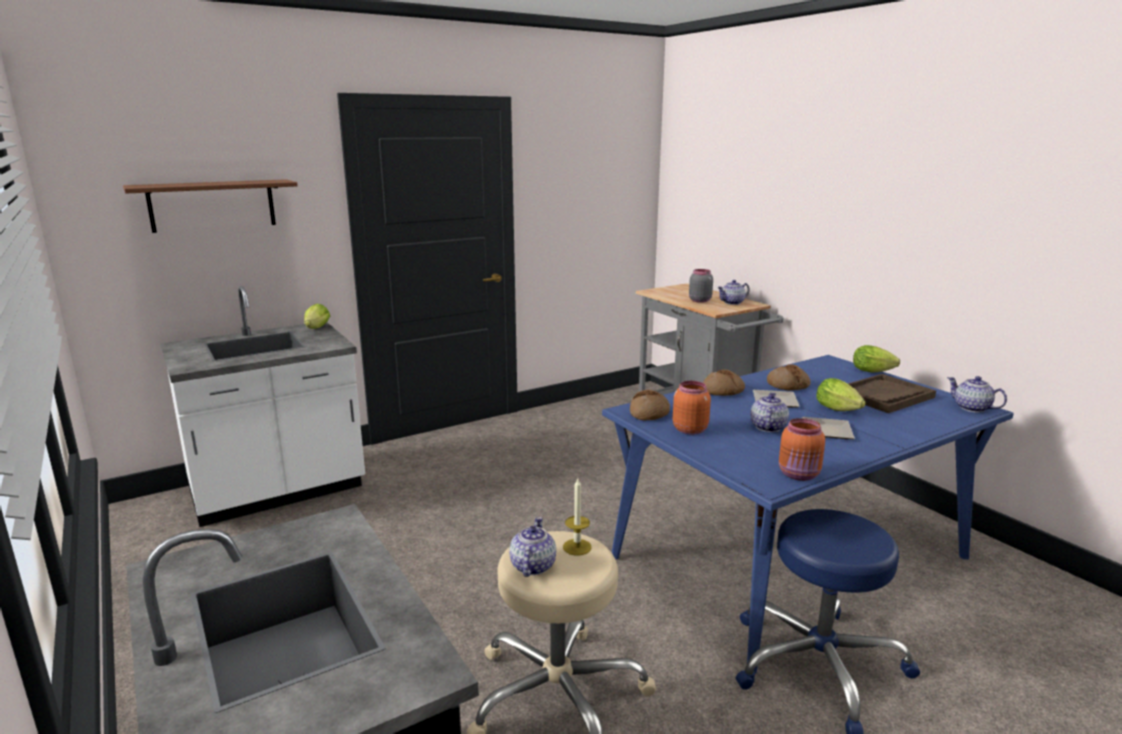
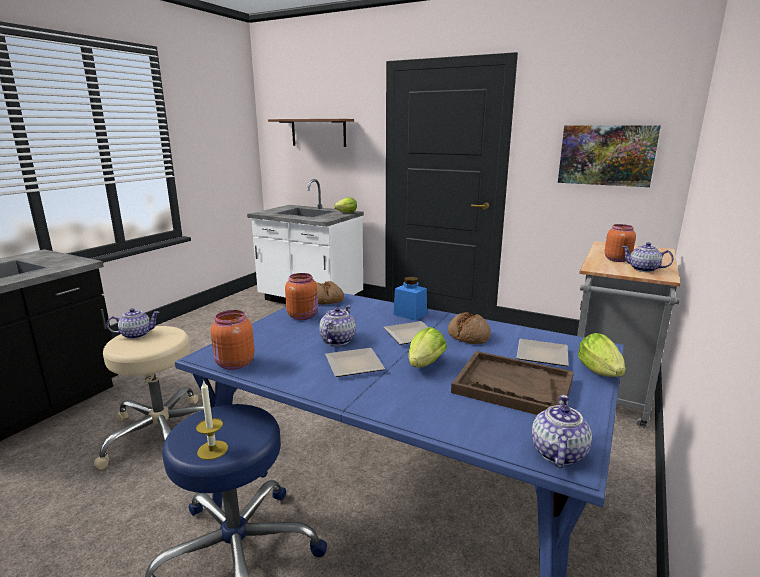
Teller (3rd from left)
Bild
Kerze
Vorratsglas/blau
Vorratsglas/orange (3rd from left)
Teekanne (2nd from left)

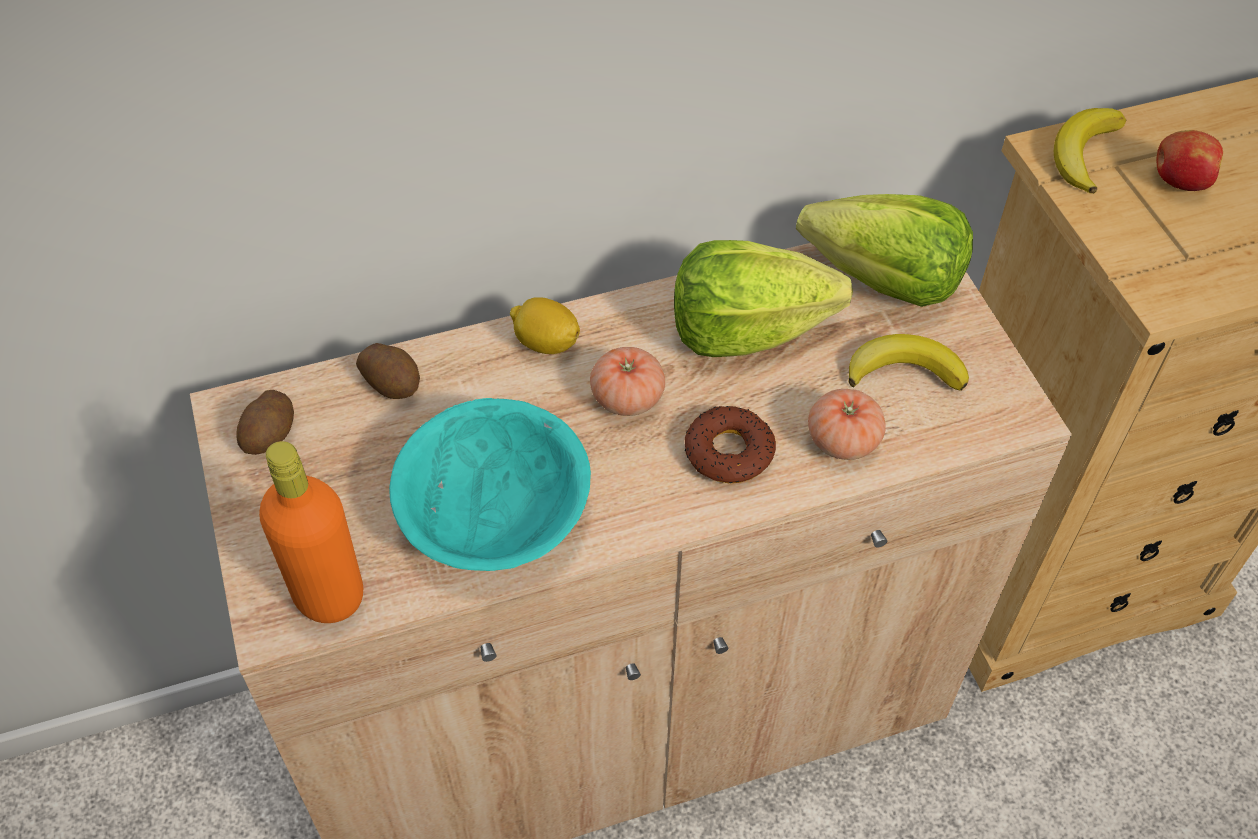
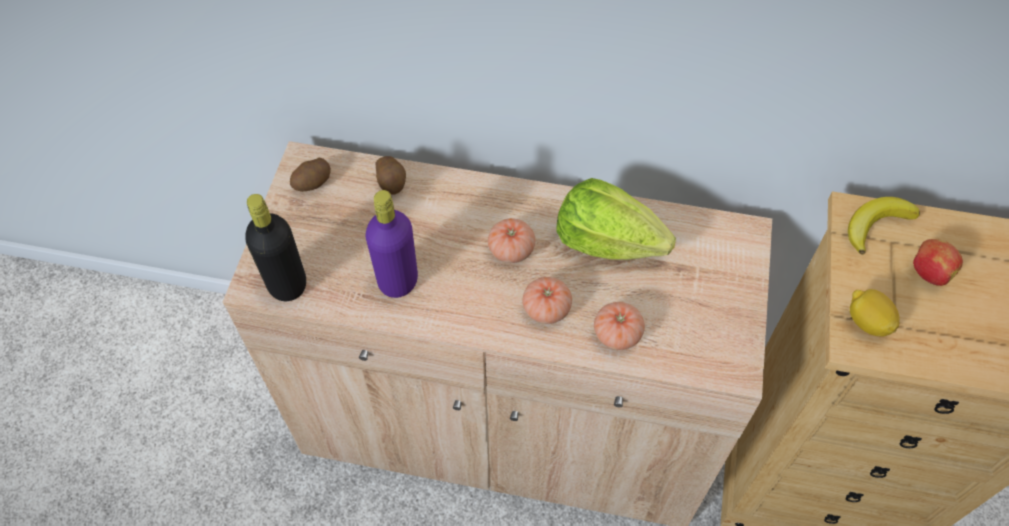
Salatkopf (2nd from left in the first image)
Banane (1st from left in the first image)
Zitrone
Flasche/lila
Tomate (2nd from left)
Flasche/schwarz

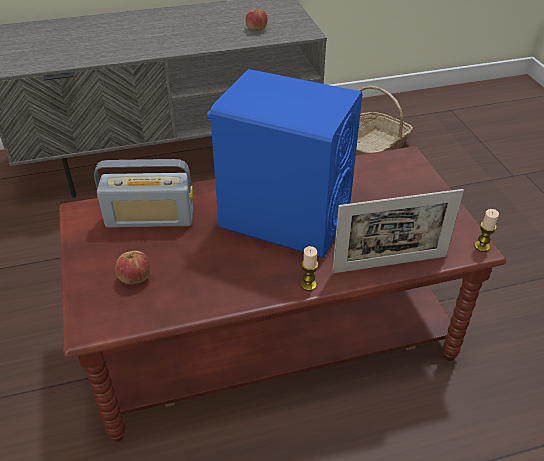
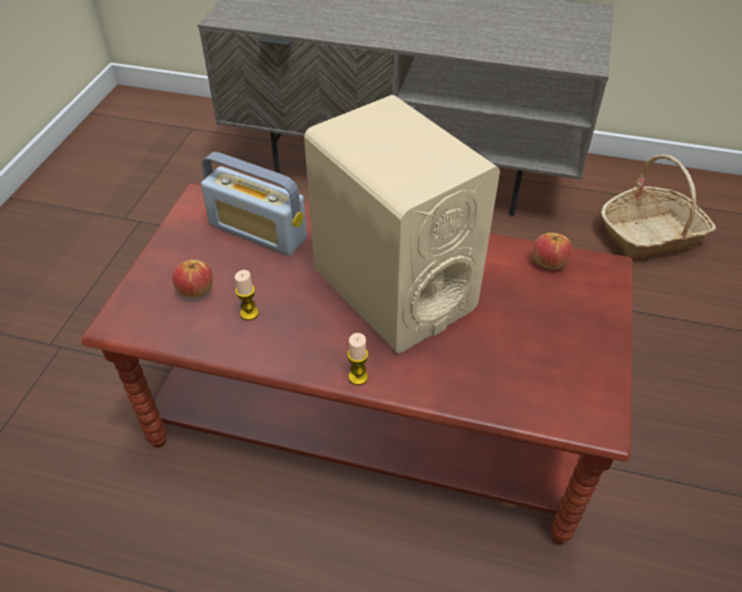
Bilderrahmen
Apfel (2nd from left)
Kerze (1st from left)
Lautsprecher/beige

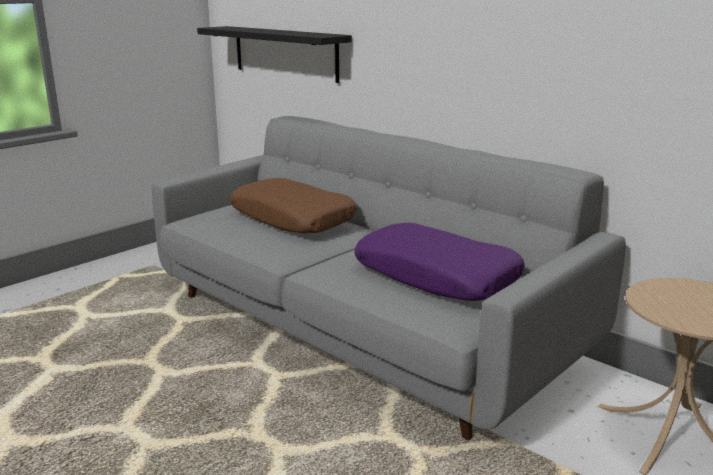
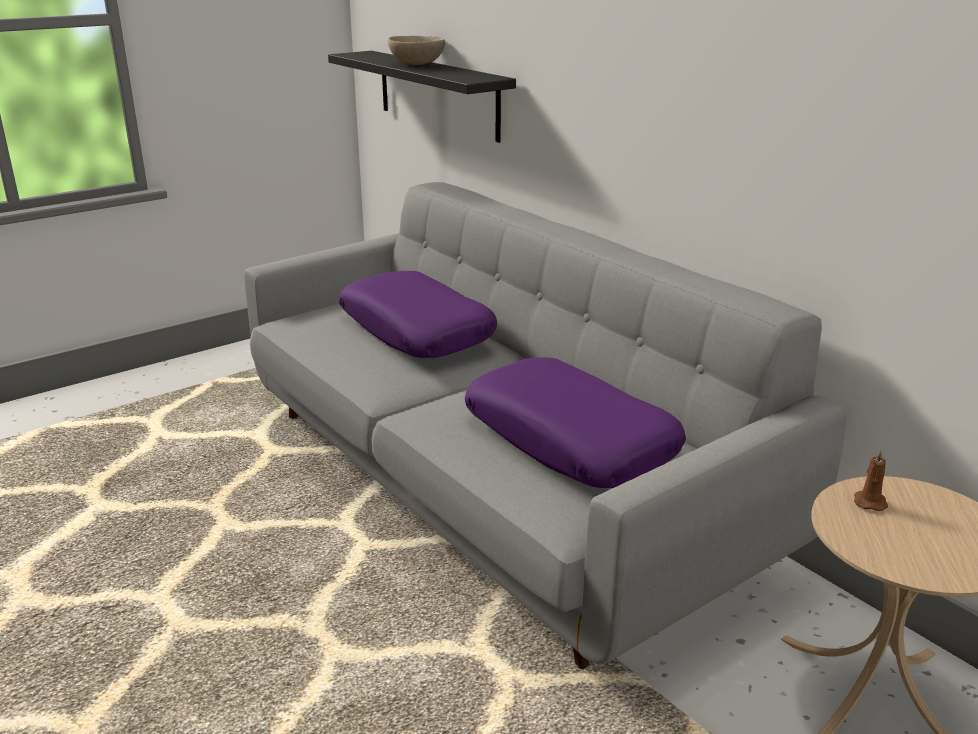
Schüssel/beige
Kerze/braun
Kissen/lila (1st from left)

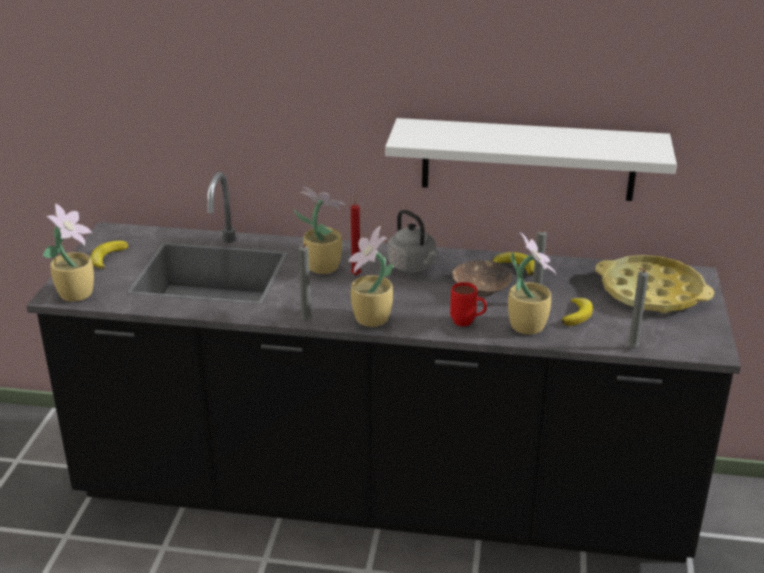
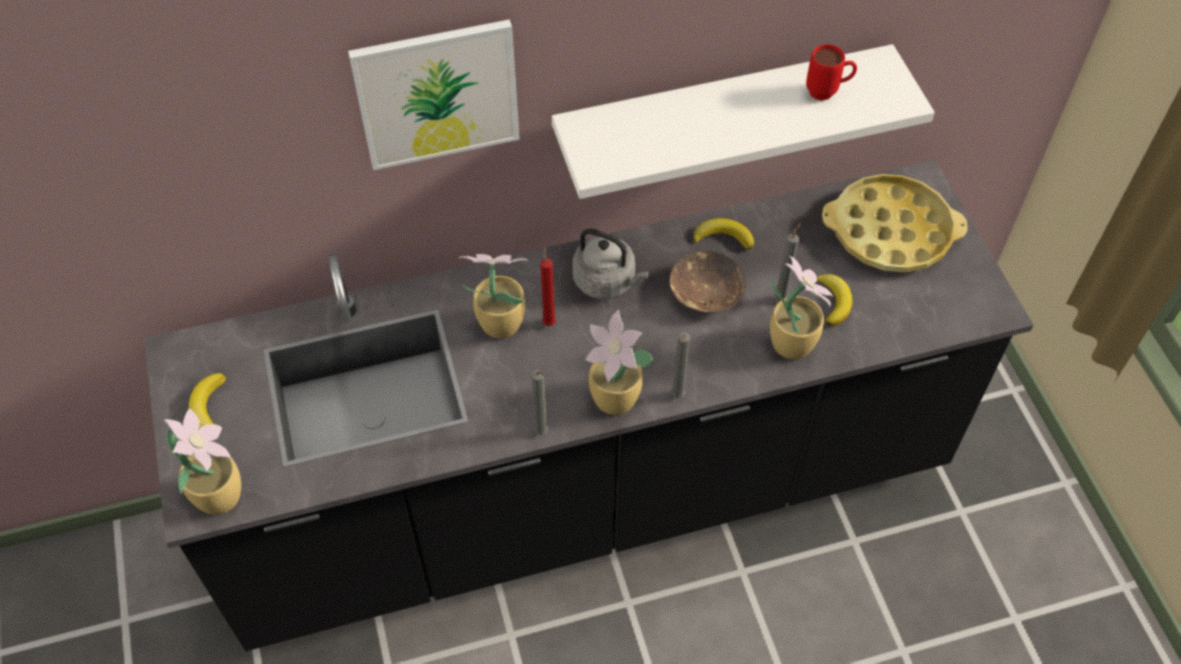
Bild
Henkelbecher/rot
Kerze/grau (2nd from left)

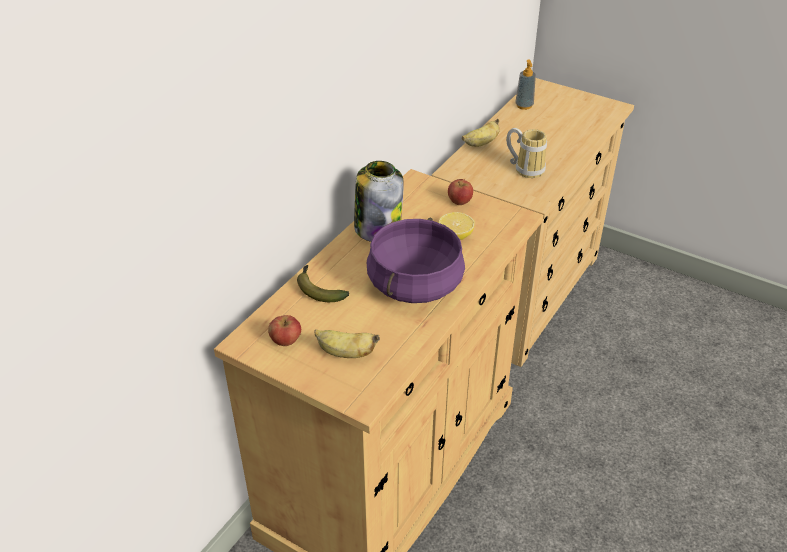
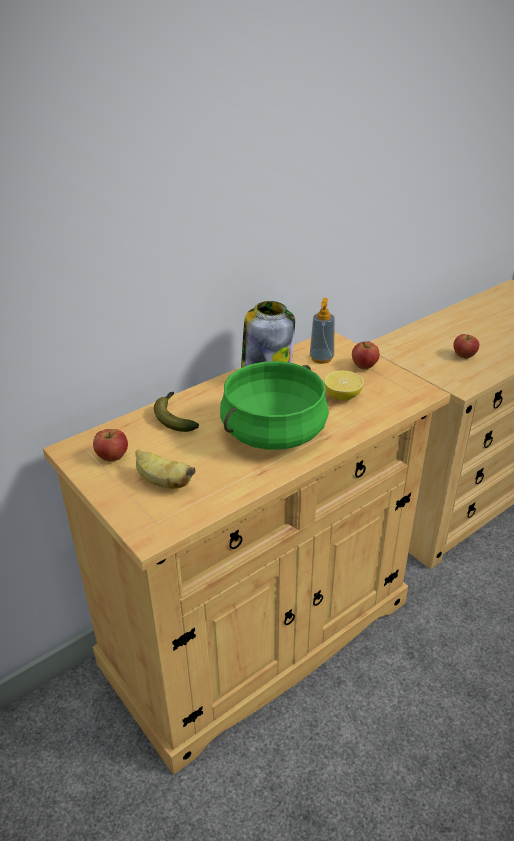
Banane (3rd from left in the first image)
Seifenspender
Apfel (3rd from left)
Kochtopf/grün

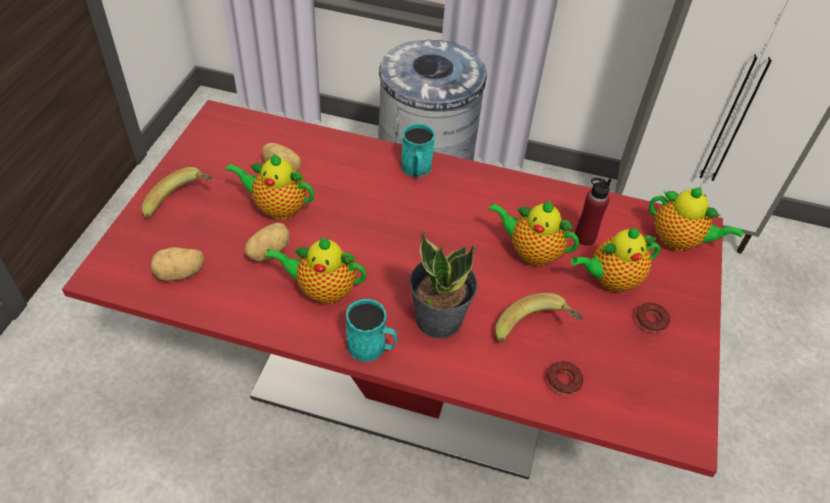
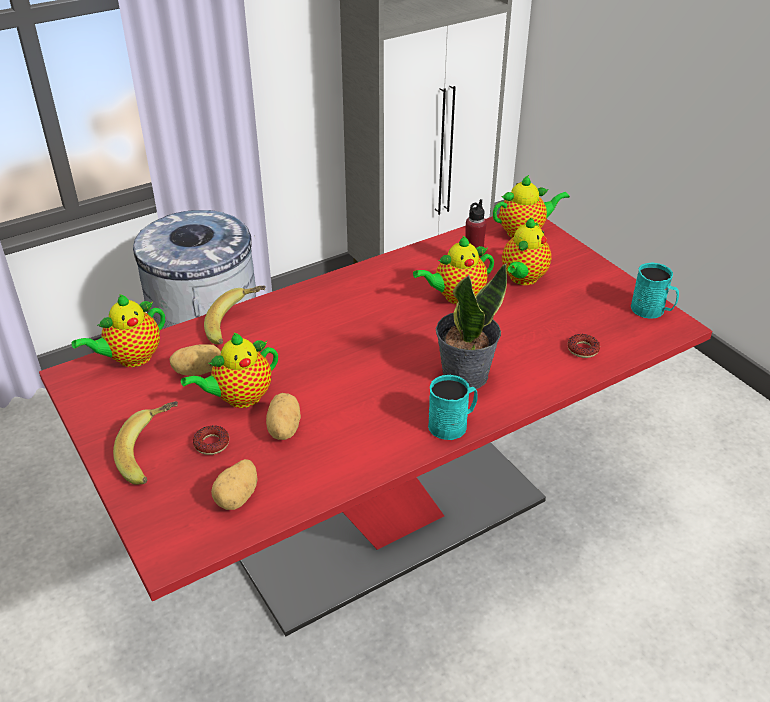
Teekanne (1st from left)
Henkelbecher/türkis (2nd from left)
Banane (2nd from left)
Donut (1st from left)

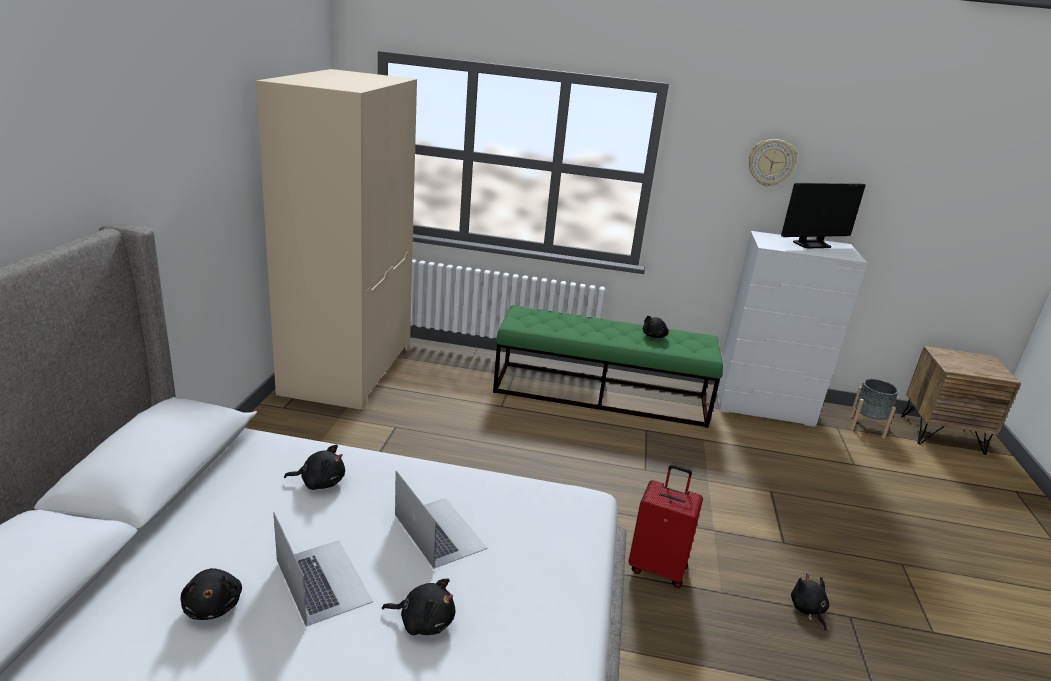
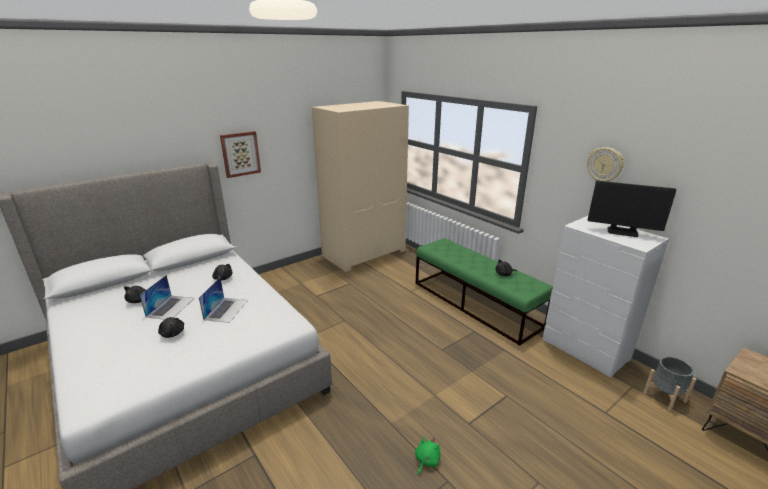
Koffer/rot
Bild
Plüschtier/grün

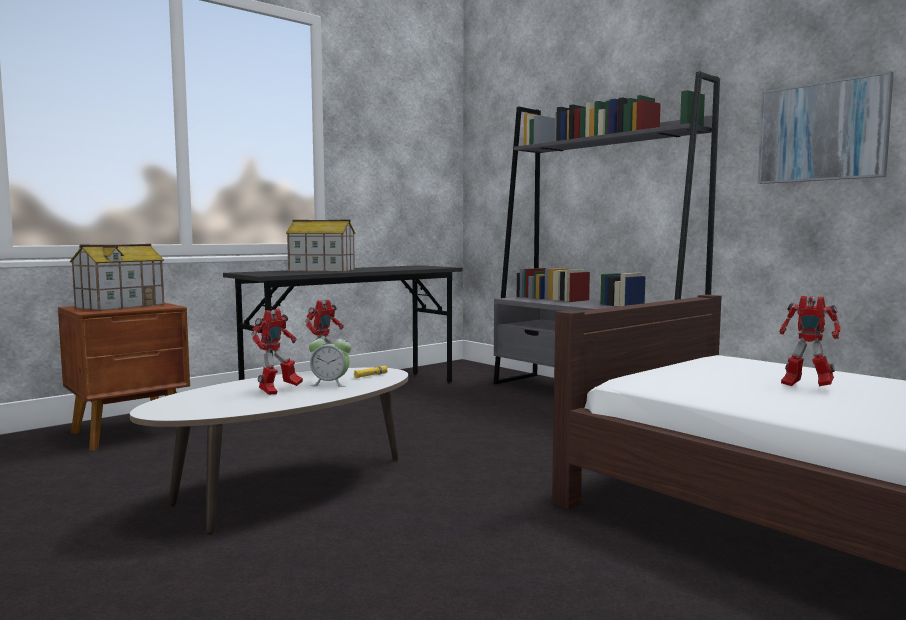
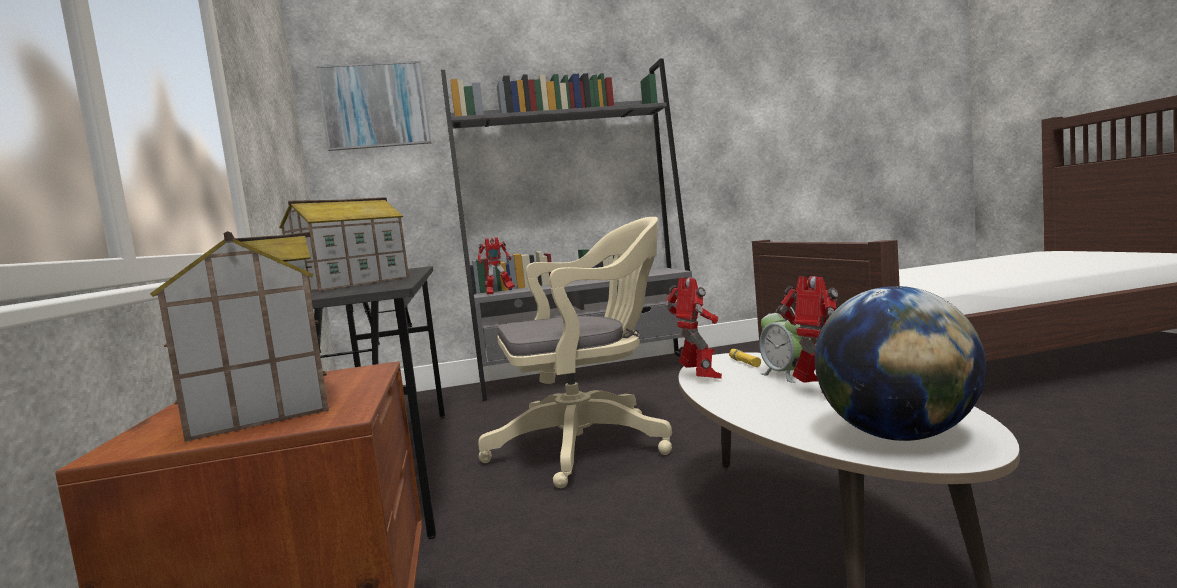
Bürostuhl/beige
Globus
Bild
Spielzeugroboter (1st from left)
Wecker

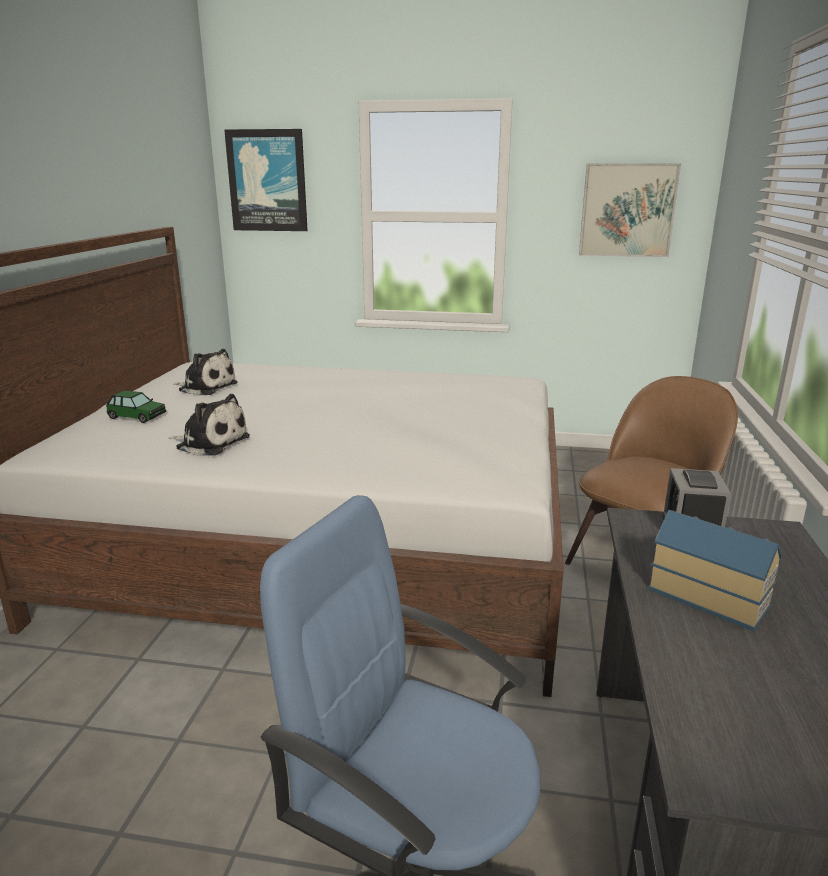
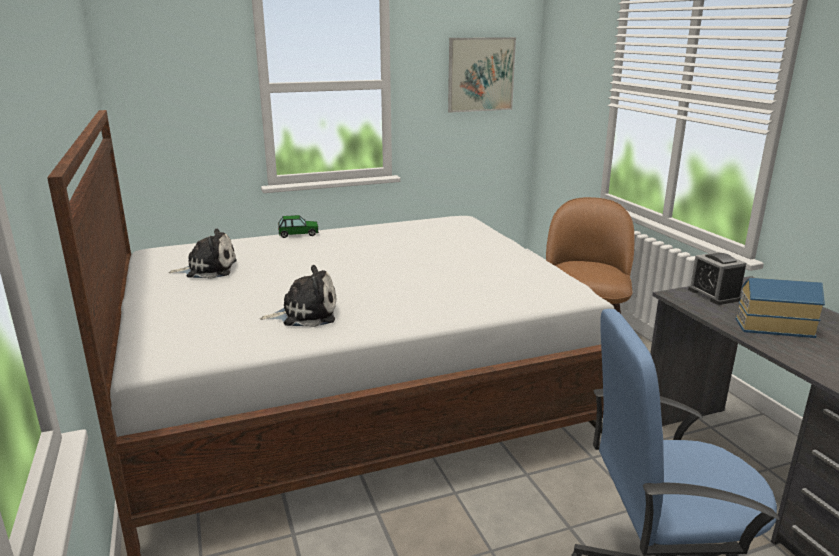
Bild (1st from left in the first image)
Spielzeugauto

